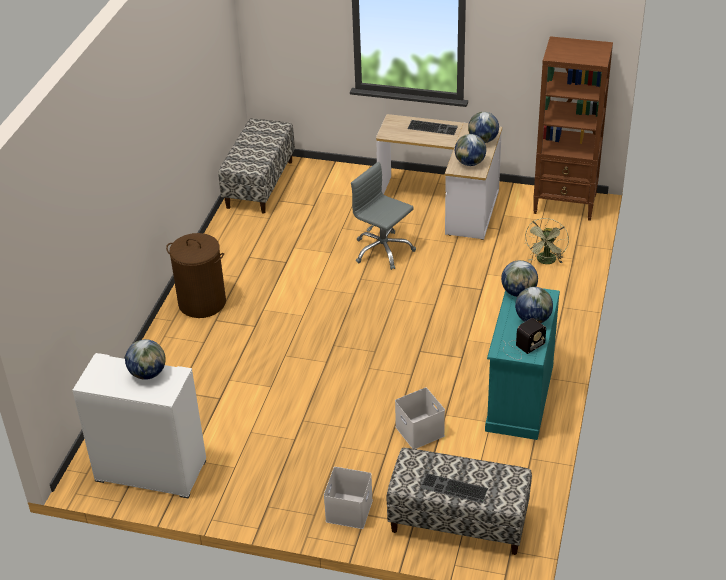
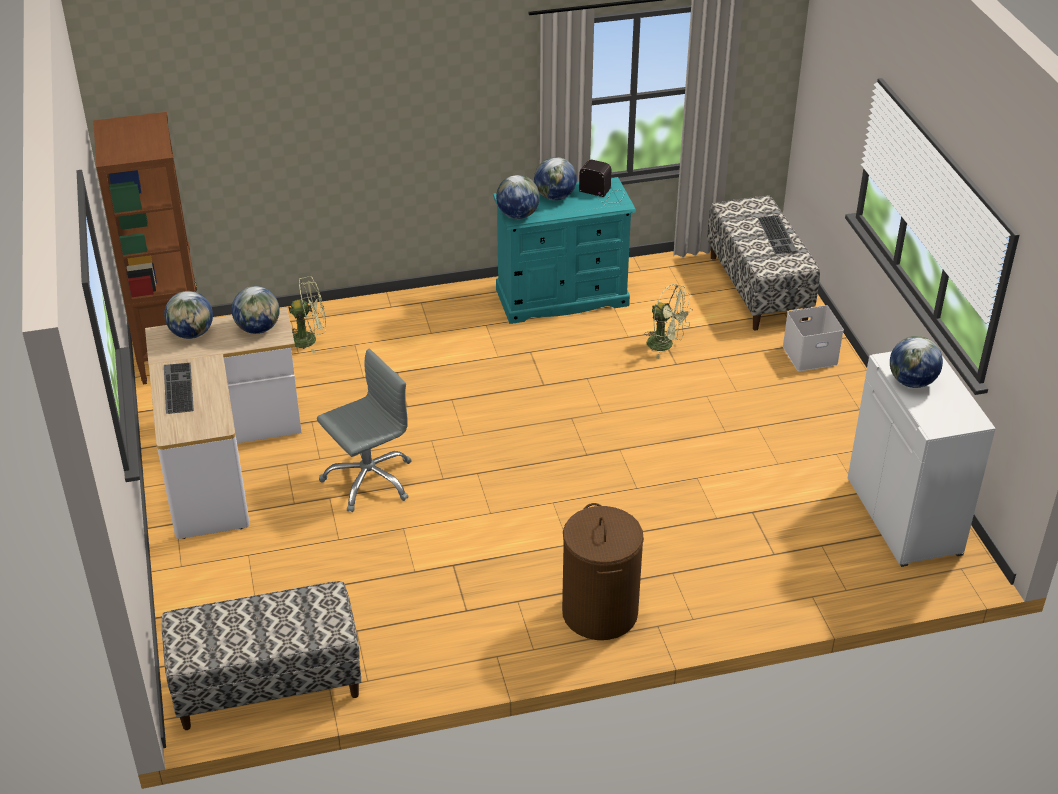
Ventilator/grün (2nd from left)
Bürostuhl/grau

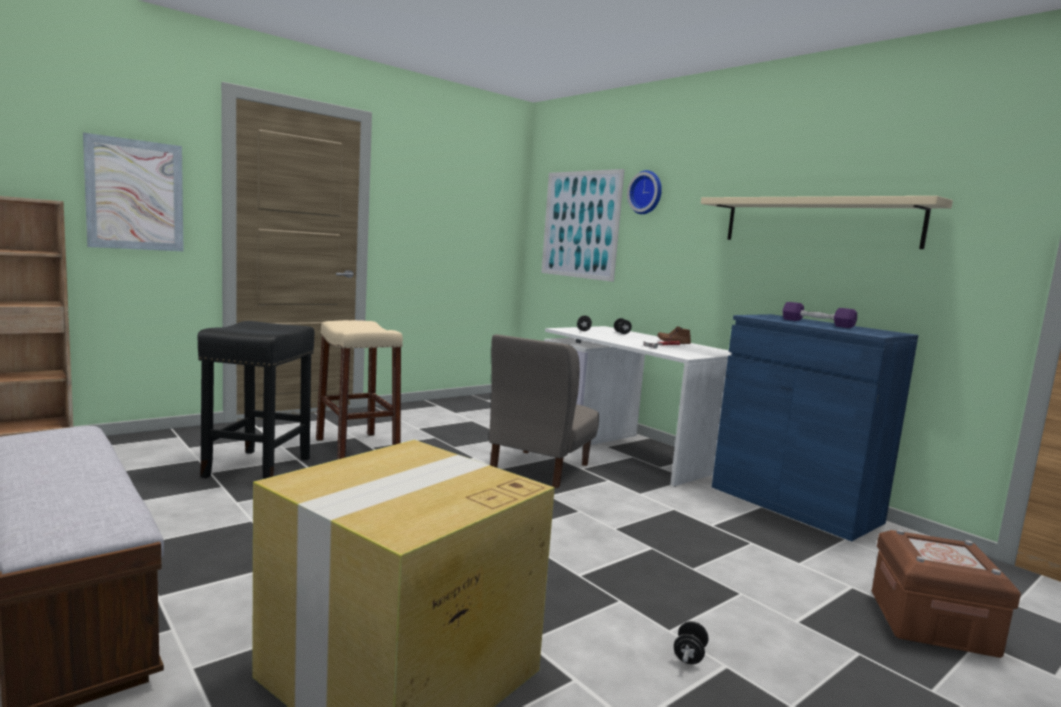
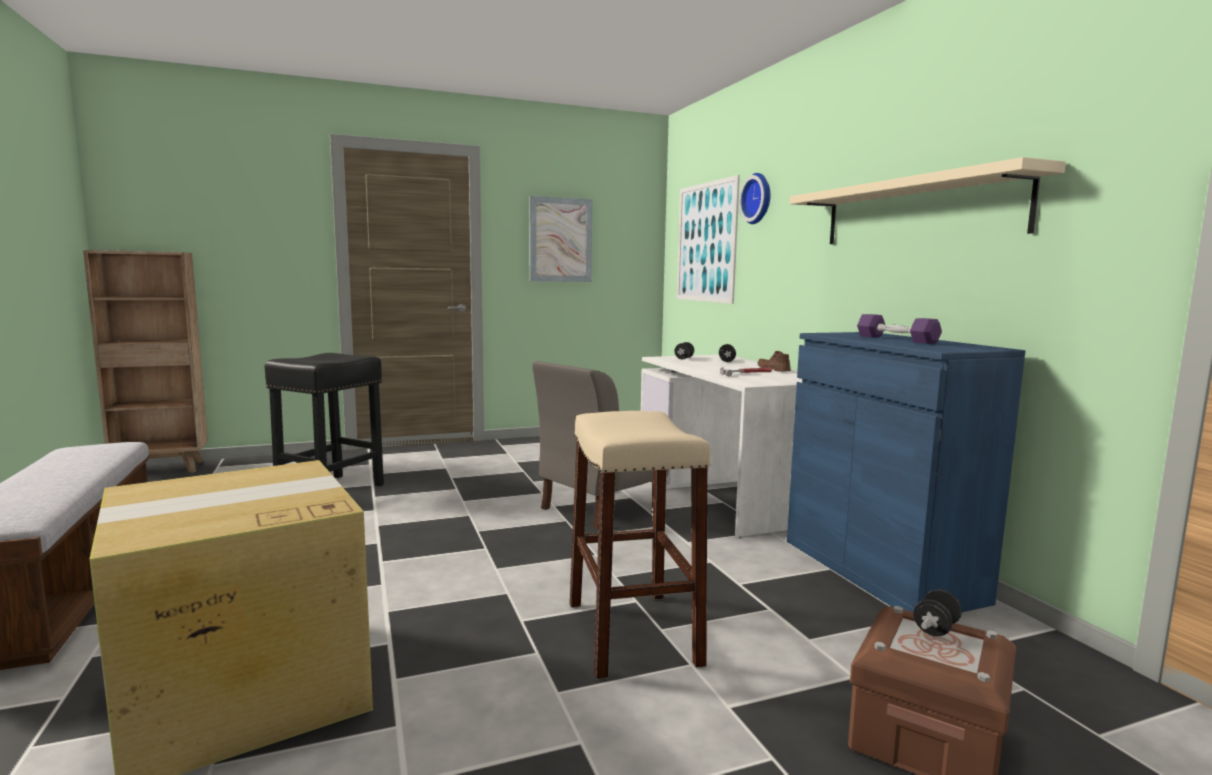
Bild (1st from left)
Hocker/beige
Hantel/schwarz (3rd from left)

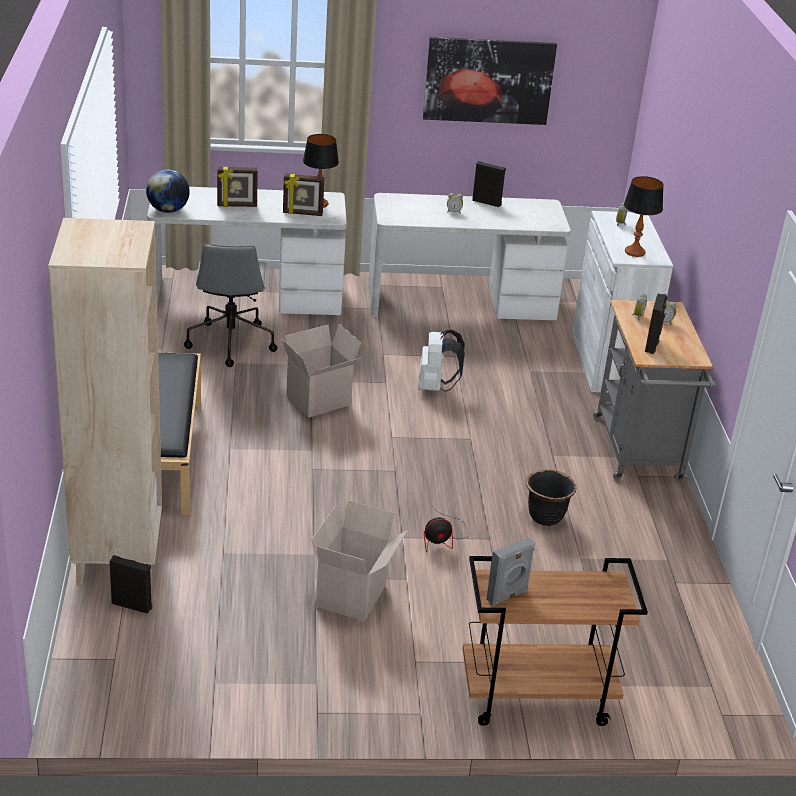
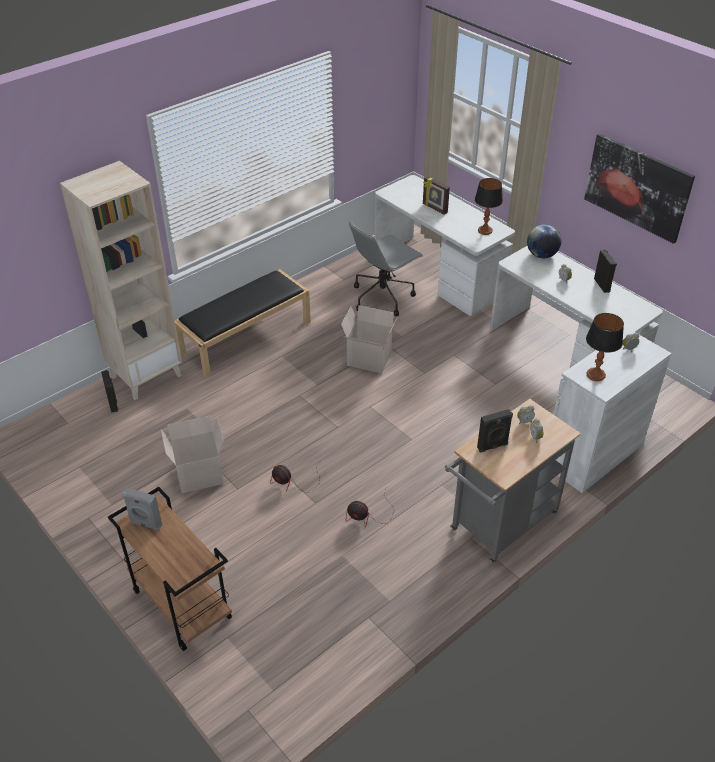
Bilderrahmen (2nd from left in the first image)
Rucksack/weiß
Globus
Ventilator (2nd from left)

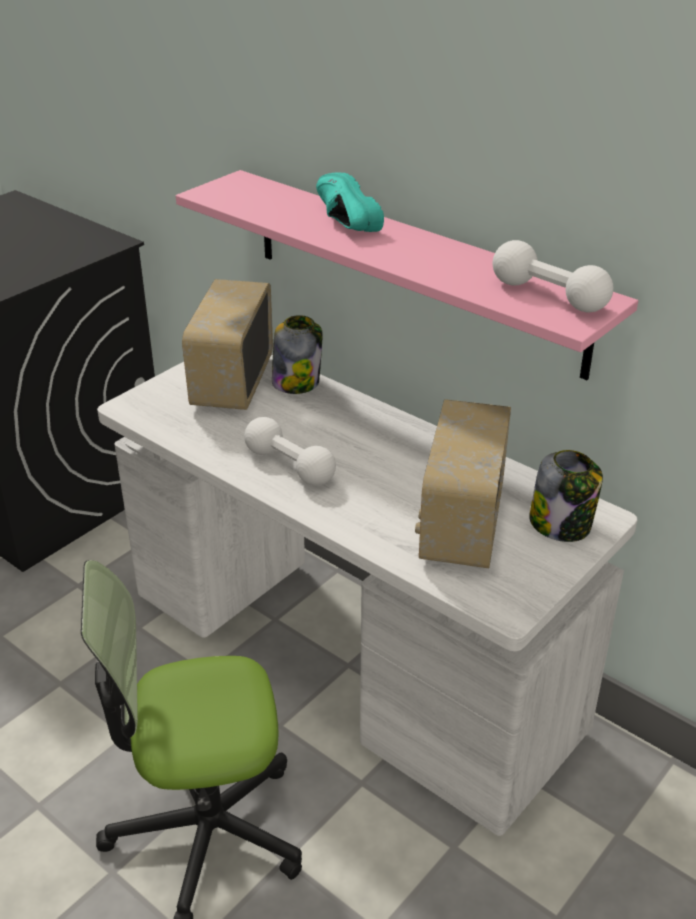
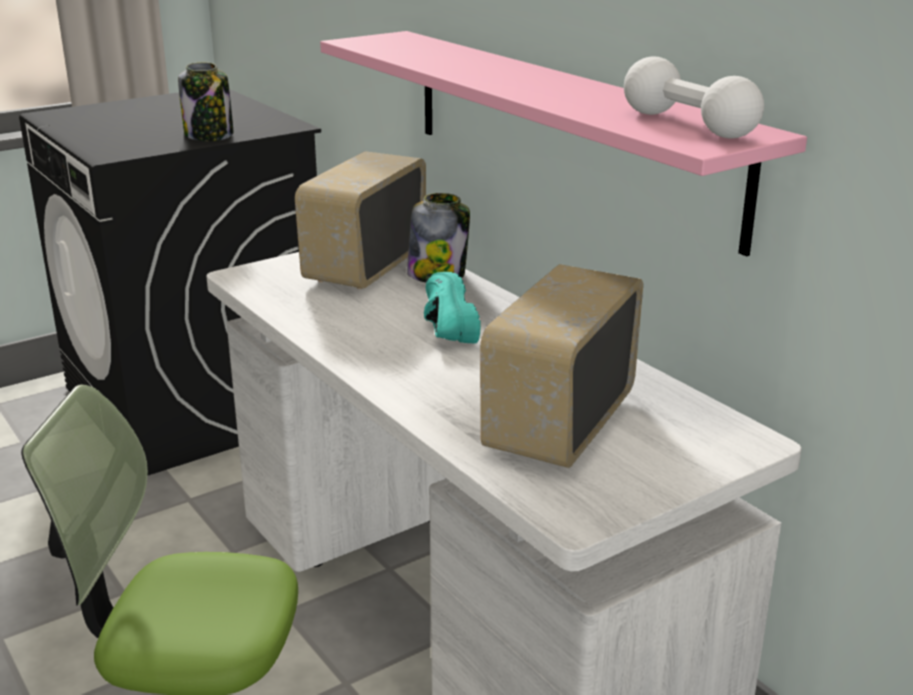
Hantel/weiß (1st from left in the first image)
Schuh/türkis
Vorratsglas (1st from left)

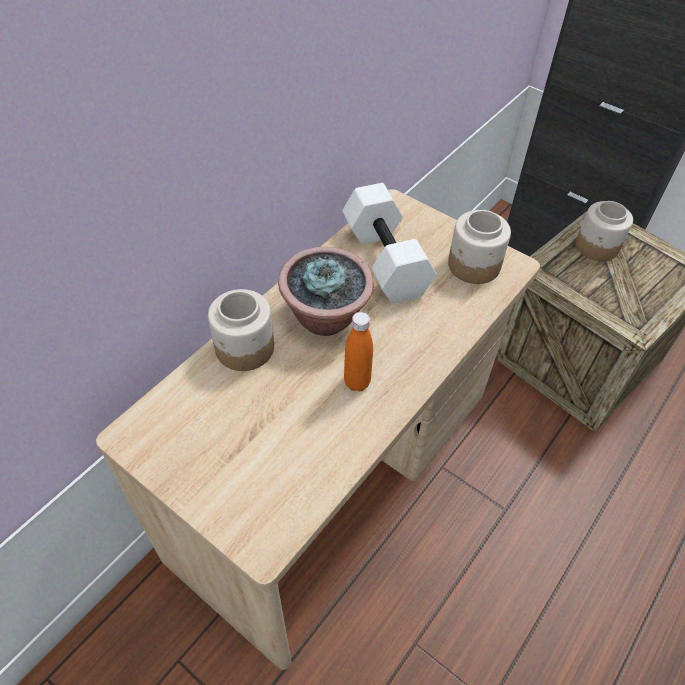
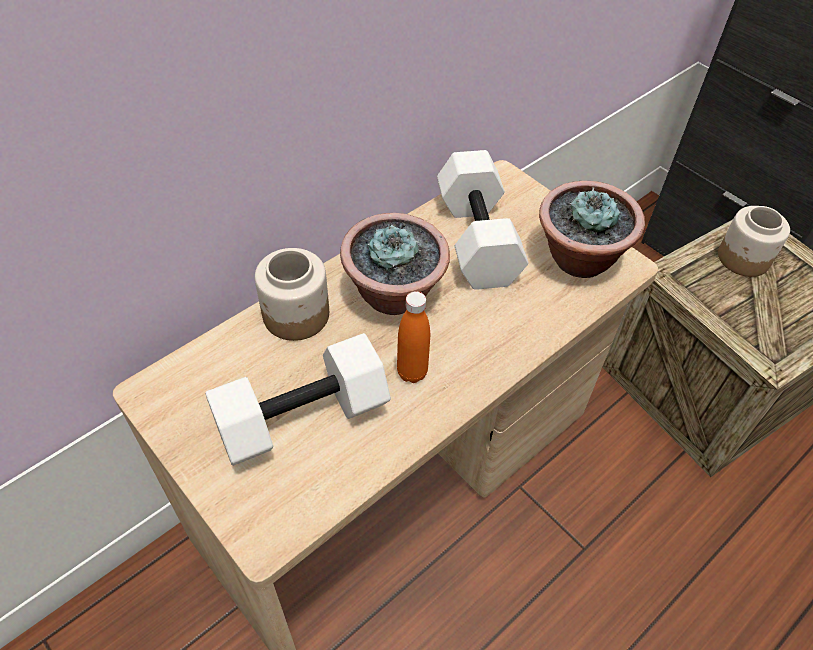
Hantel/weiß (1st from left)
Topfpflanze (2nd from left)

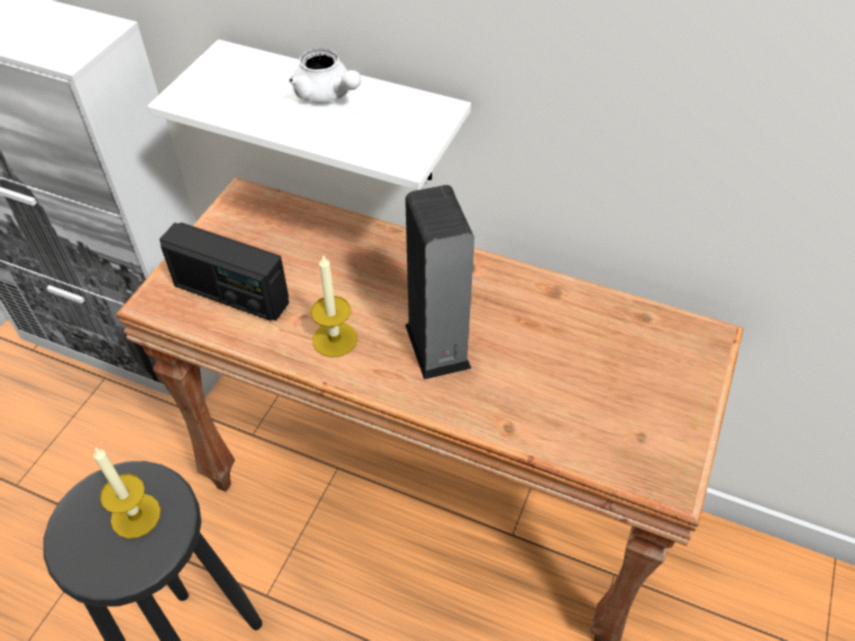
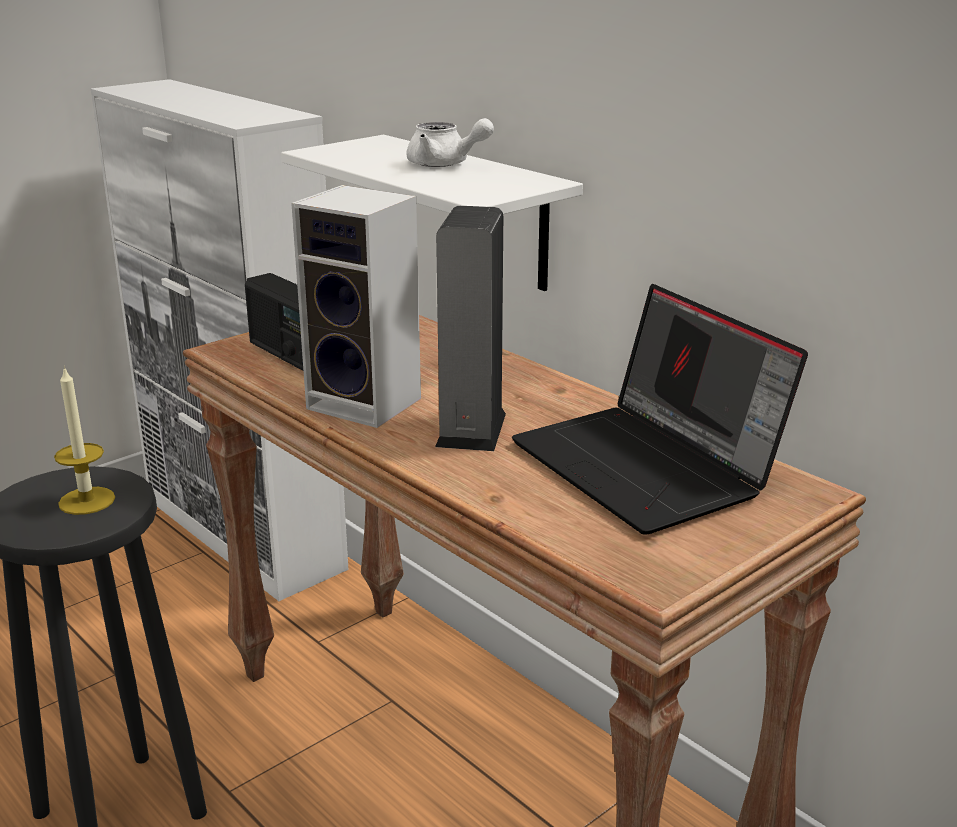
Laptop
Lautsprecher (1st from left)
Teekanne/weiß

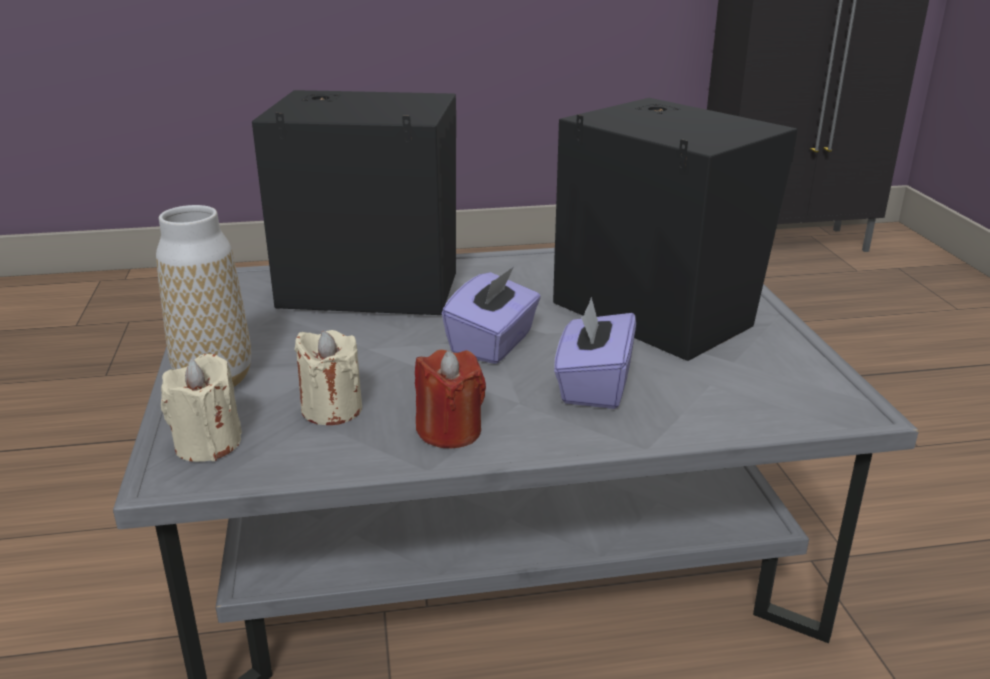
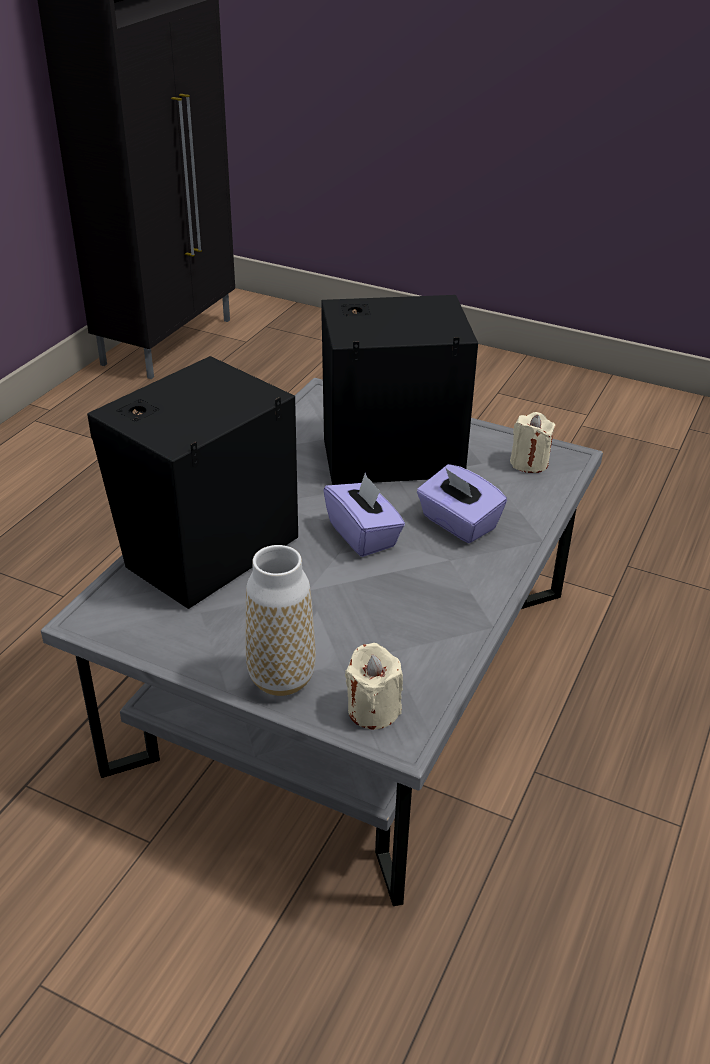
Kerze/rot
Kerze/beige (2nd from left)

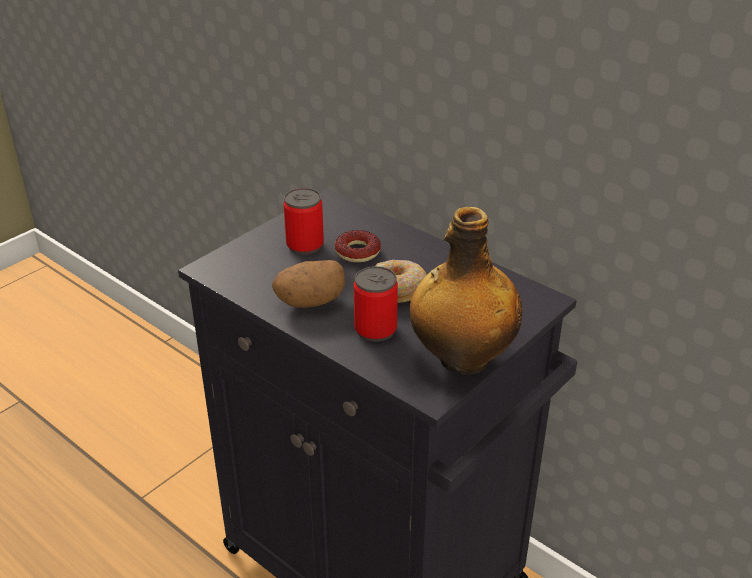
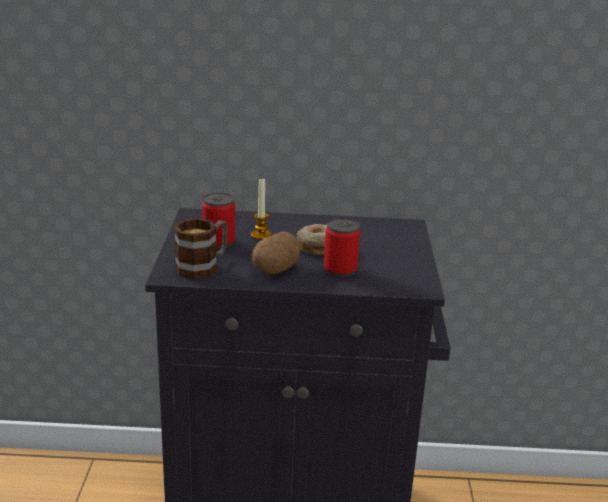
Flasche
Henkelbecher
Kerze

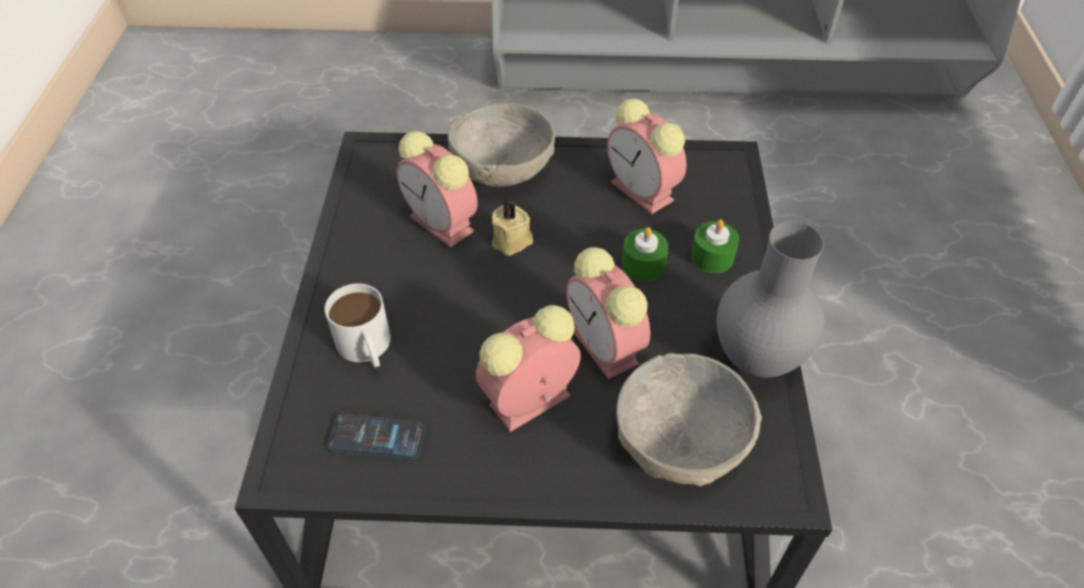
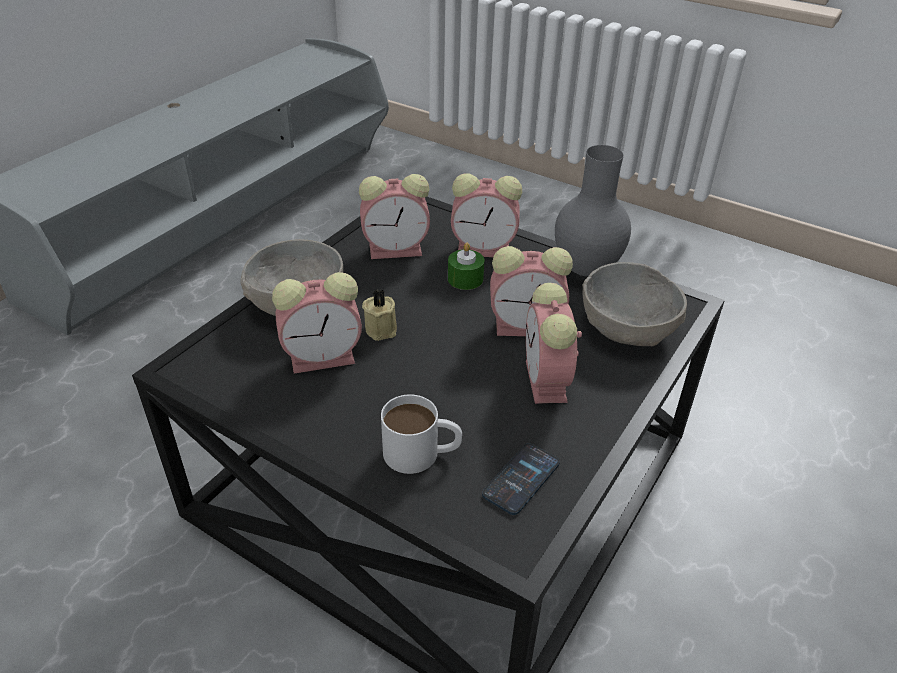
Wecker (3rd from left)

